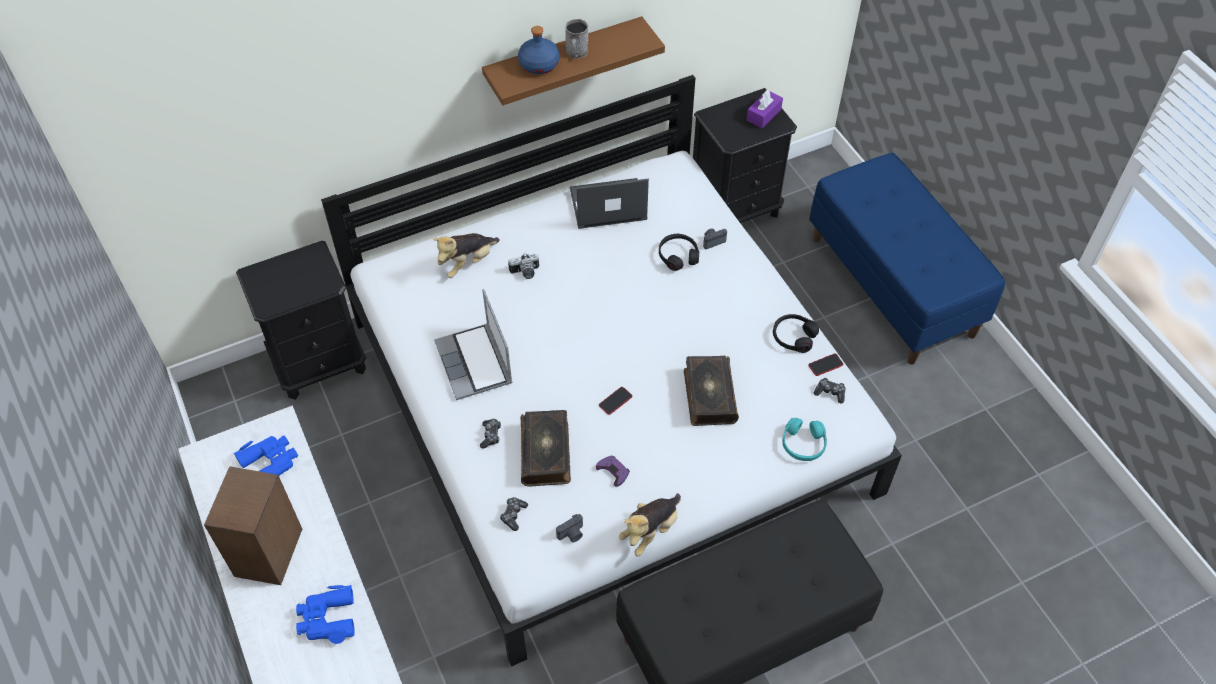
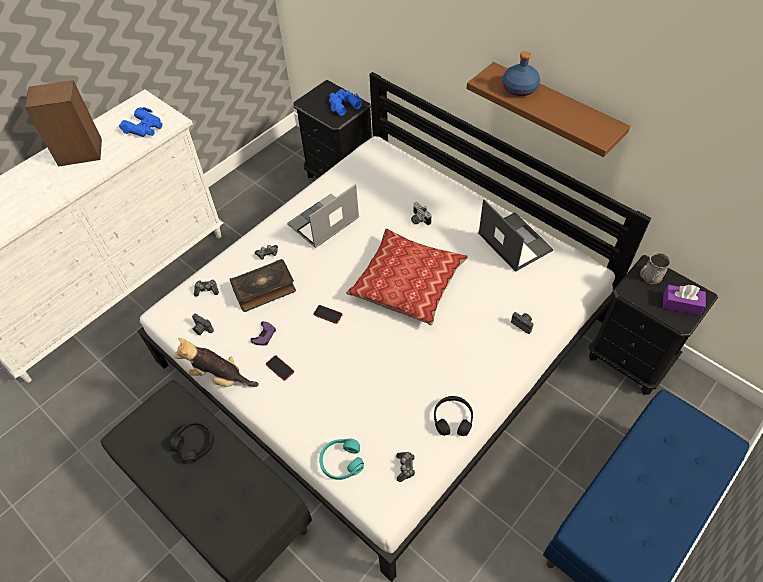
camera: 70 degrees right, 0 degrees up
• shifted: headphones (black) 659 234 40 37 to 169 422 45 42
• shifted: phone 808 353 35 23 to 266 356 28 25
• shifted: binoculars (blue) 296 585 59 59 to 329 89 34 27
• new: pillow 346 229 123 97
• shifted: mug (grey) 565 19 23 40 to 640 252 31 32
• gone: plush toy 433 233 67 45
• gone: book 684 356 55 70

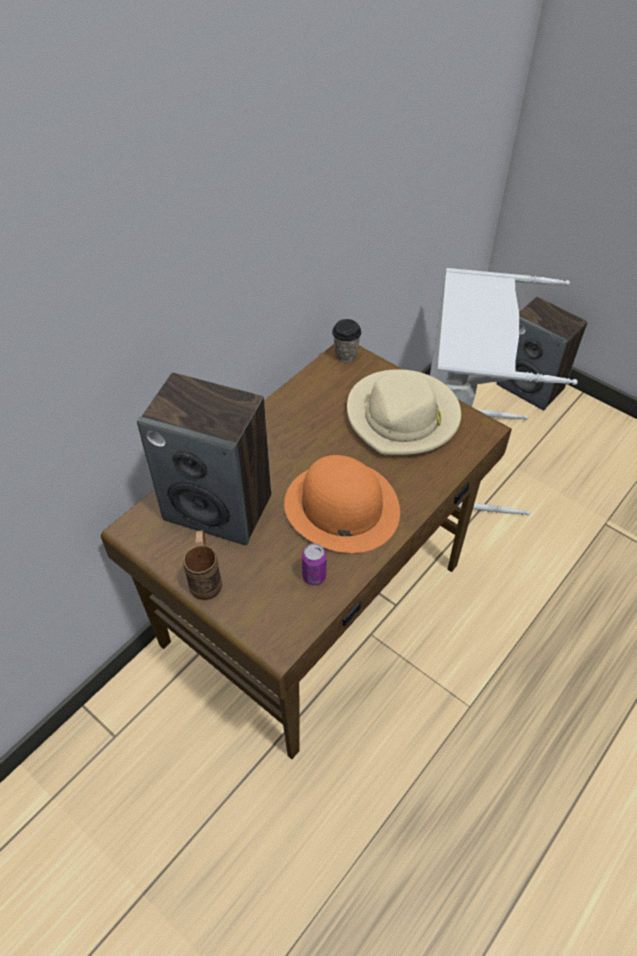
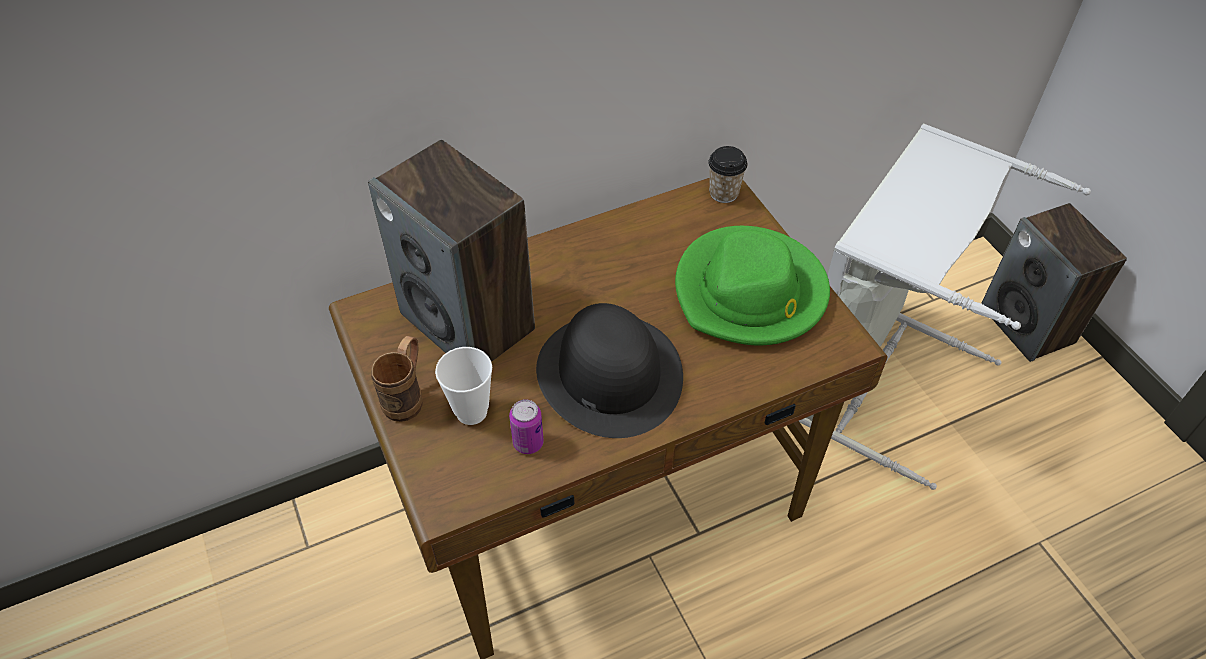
camera: 25 degrees right, 0 degrees up
• new: cup 435 347 57 78
• repainted: hat (orange) 284 455 116 98 to hat (black) 536 303 147 135
• repainted: hat (beige) 347 369 114 86 to hat (green) 675 226 155 119

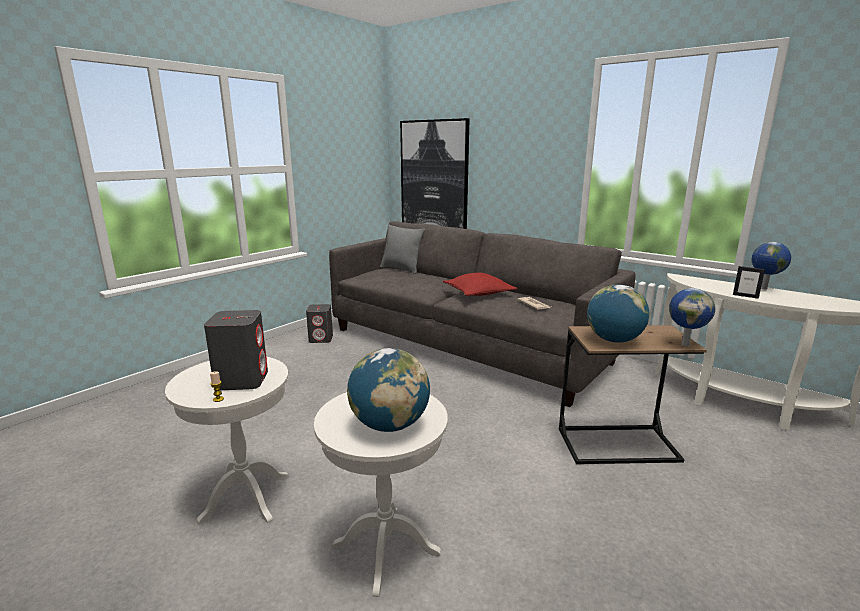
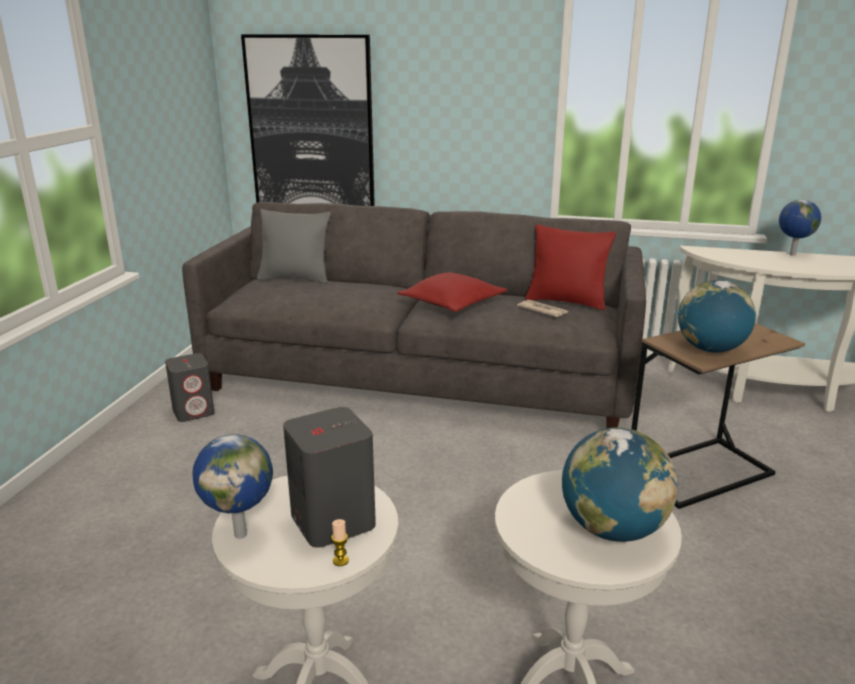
camera: 25 degrees left, 5 degrees up
• shifted: globe 669 288 46 58 to 192 434 81 105
• new: pillow (red) 525 224 91 86
• gone: picture frame 733 266 32 33

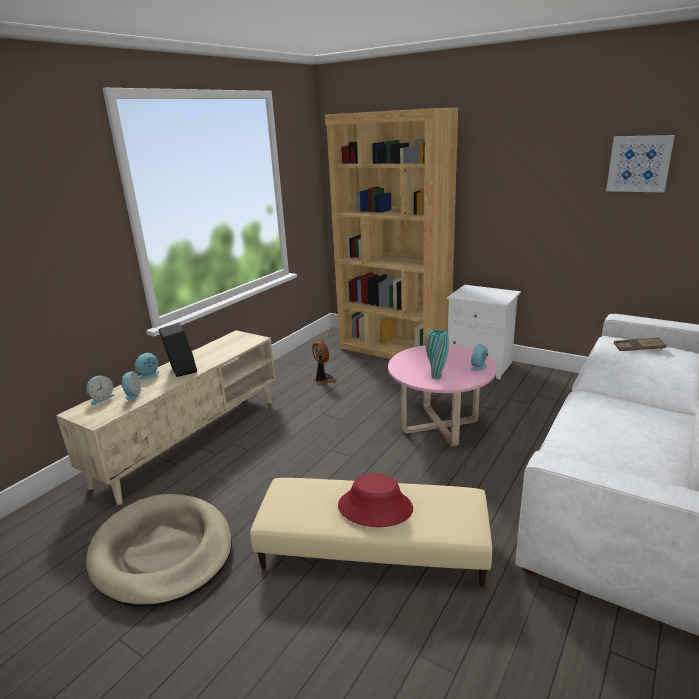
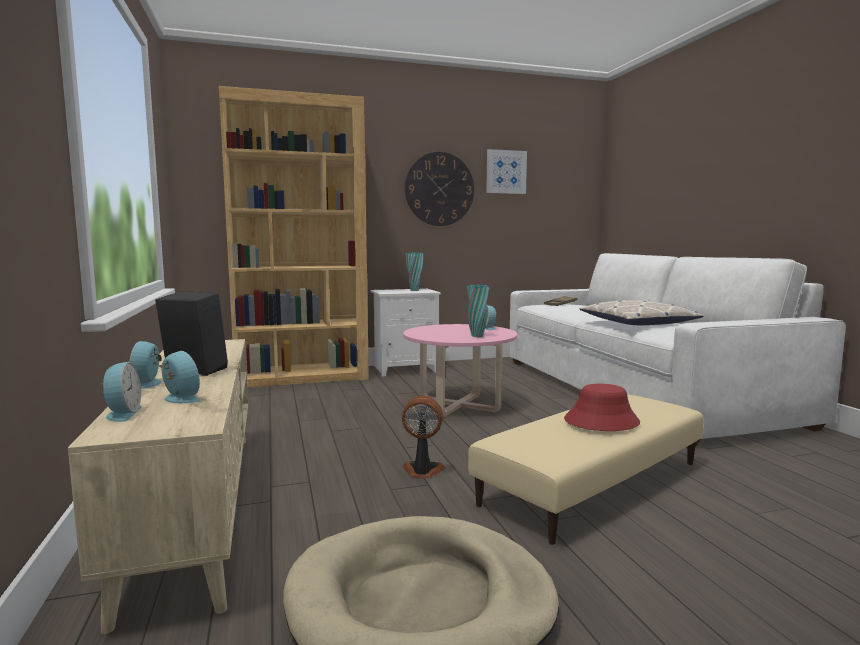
camera: 50 degrees left, 15 degrees down
• shifted: fan 312 341 25 42 to 402 396 44 82
• new: wall clock 405 152 69 74
• new: vase (turquoise) 406 253 17 38
• new: pillow 579 299 124 26

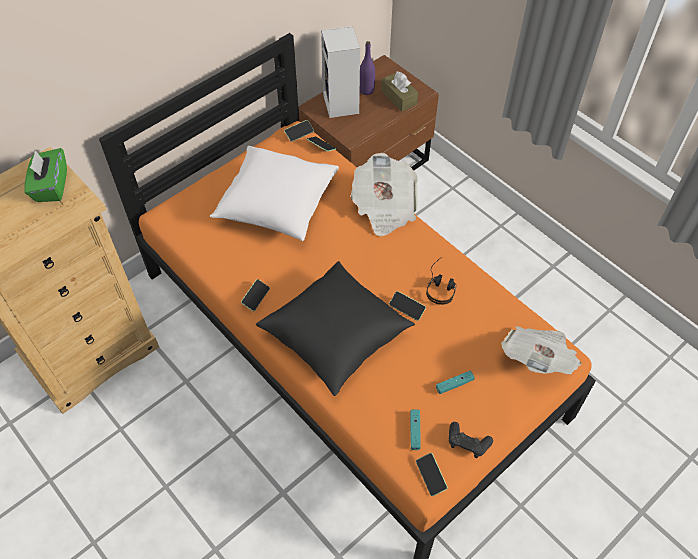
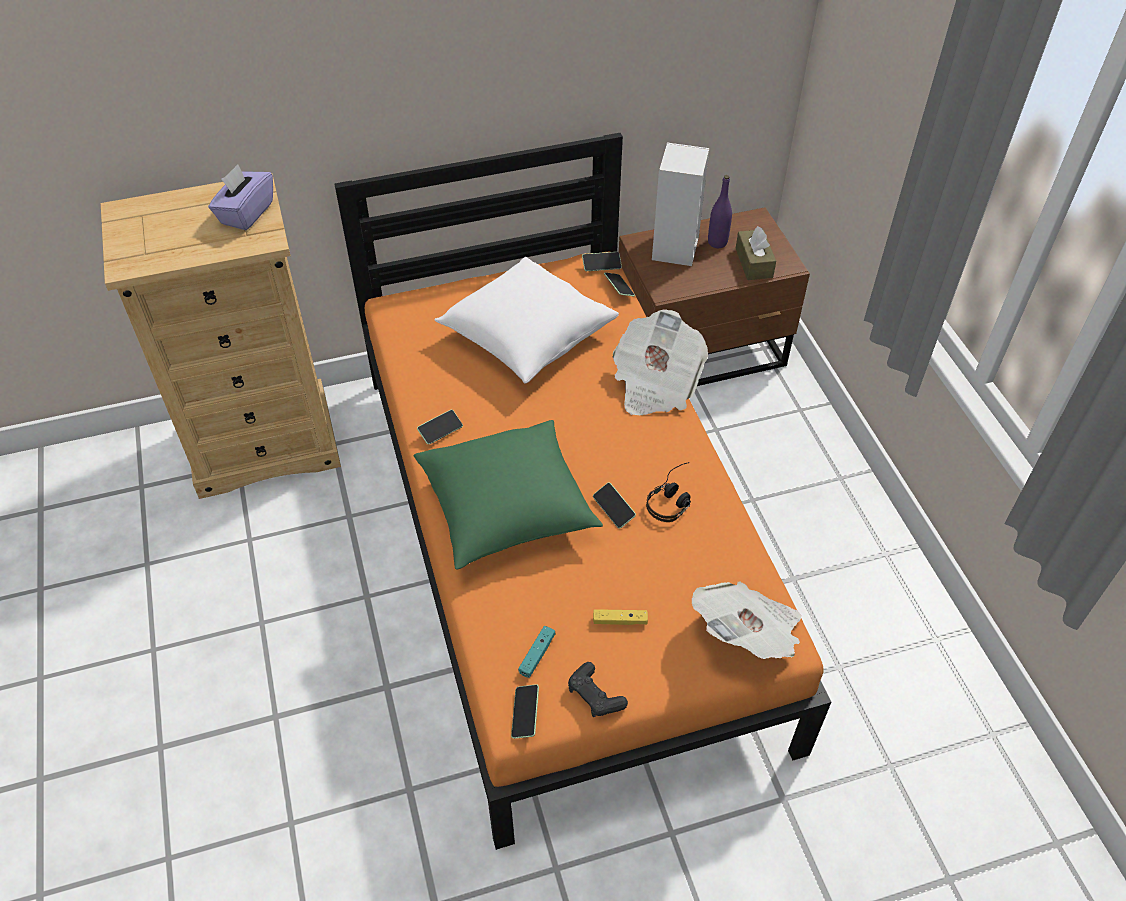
camera: 25 degrees right, 5 degrees down
• repainted: tissue box (green) 24 148 43 54 to tissue box (purple) 208 164 65 66
• repainted: pillow (black) 256 261 159 135 to pillow (green) 414 420 189 150
• repainted: game controller (turquoise) 436 371 39 23 to game controller (yellow) 593 609 55 16

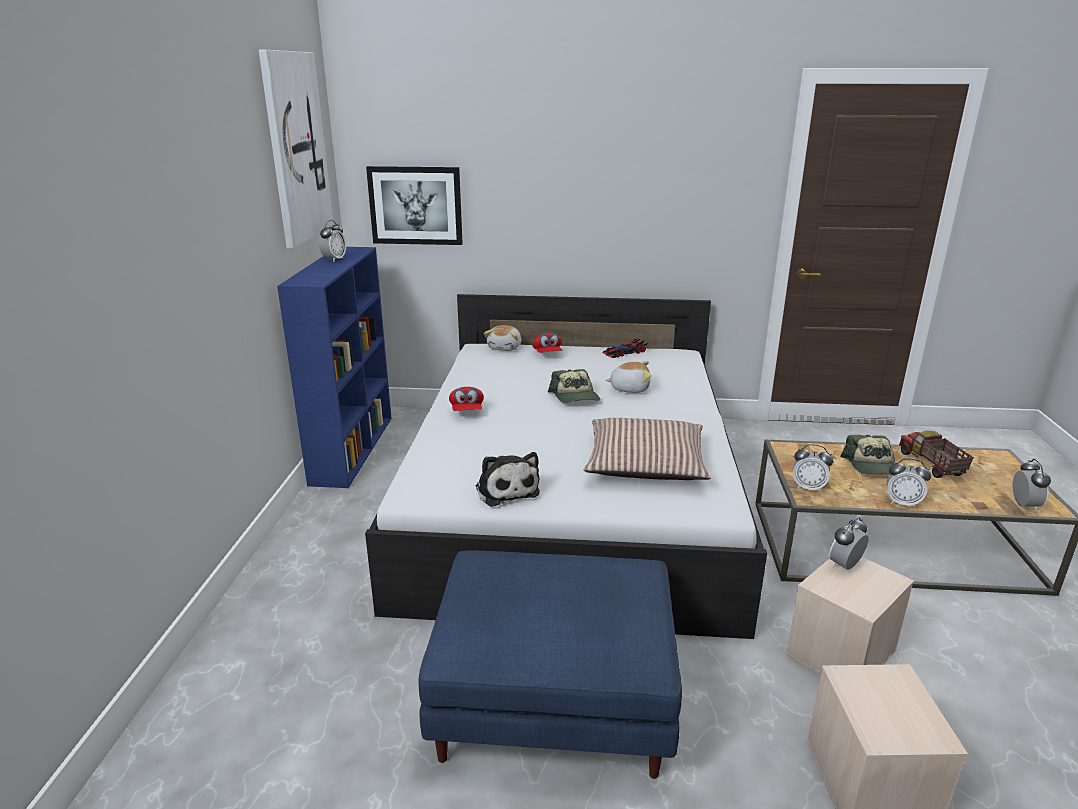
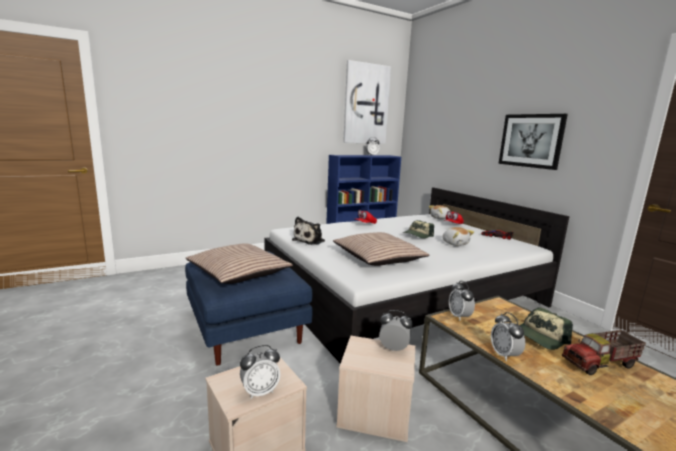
camera: 55 degrees right, 10 degrees down
• new: pillow 186 243 107 41
• shifted: alarm clock 1013 459 38 53 to 240 345 41 54
• shifted: picture 366 166 97 79 to 499 114 69 56
• rotated: toy truck 899 431 75 47 = 562 330 84 45 150 degrees counterclockwise

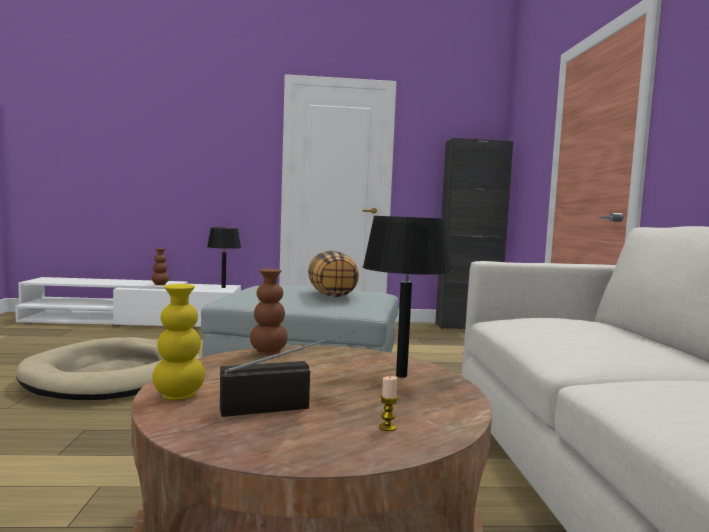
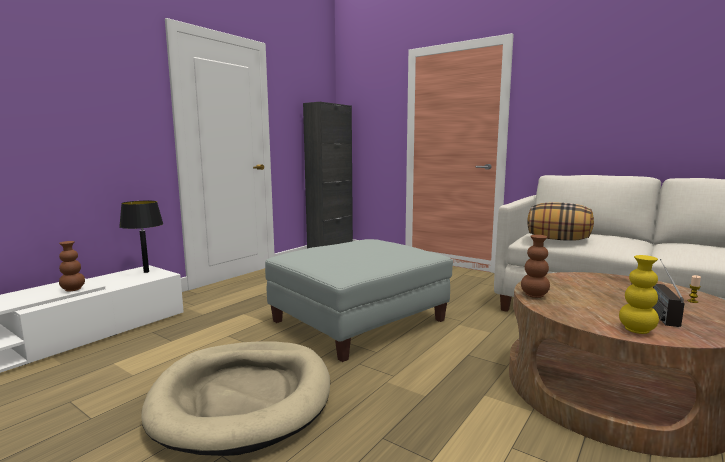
camera: 50 degrees left, 5 degrees up
• shifted: pillow 308 250 51 47 to 527 202 67 39
• gone: table lamp (black) 363 216 89 162

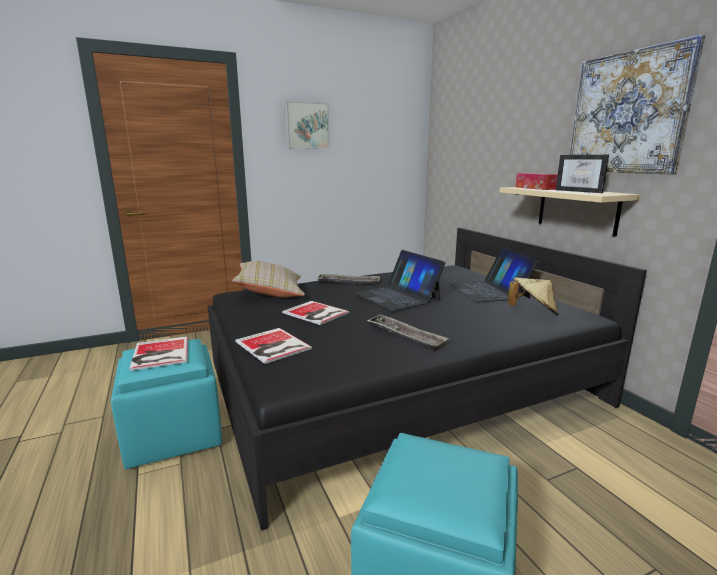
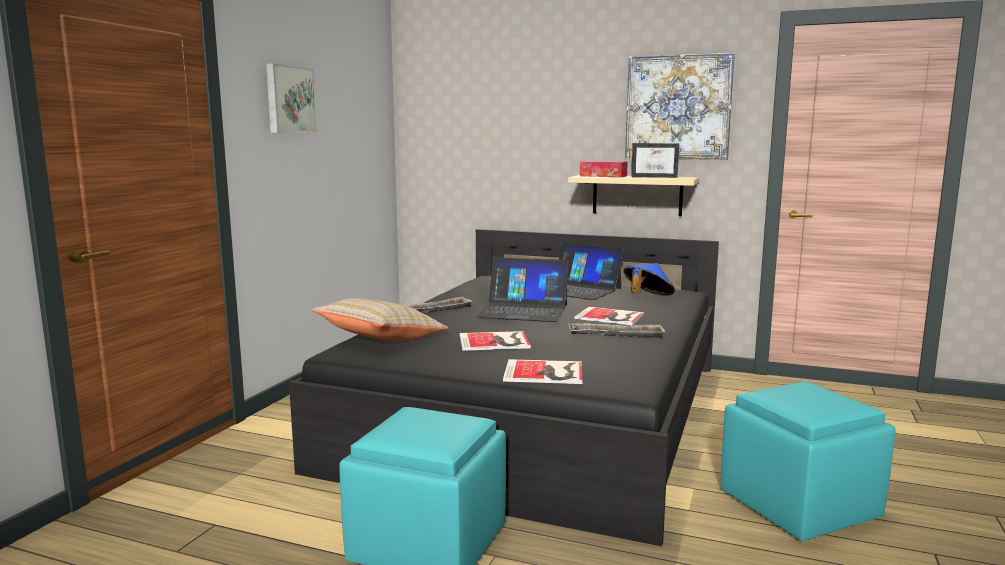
camera: 45 degrees left, 5 degrees down
• shifted: book 129 336 59 35 to 574 307 70 18
• repainted: hat (beige) 507 277 52 39 to hat (blue) 623 263 52 32

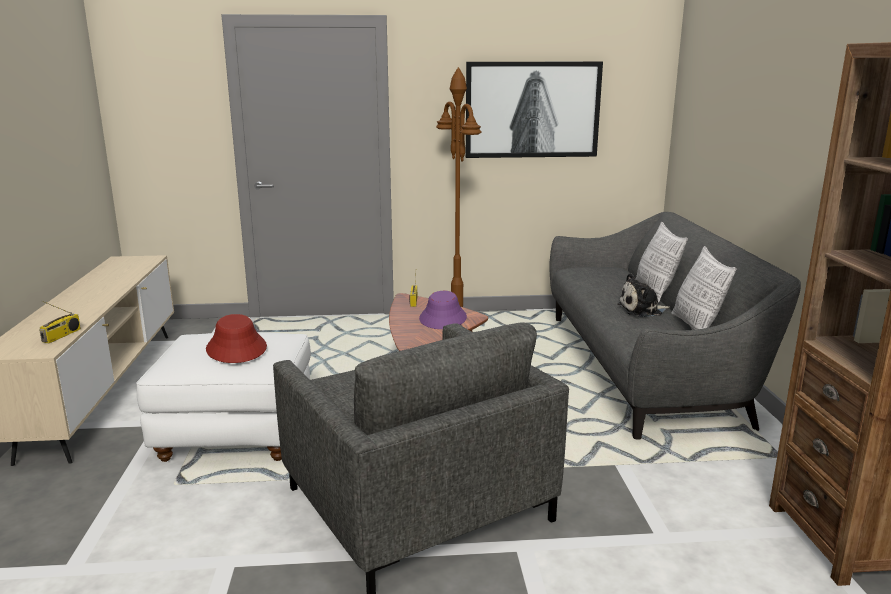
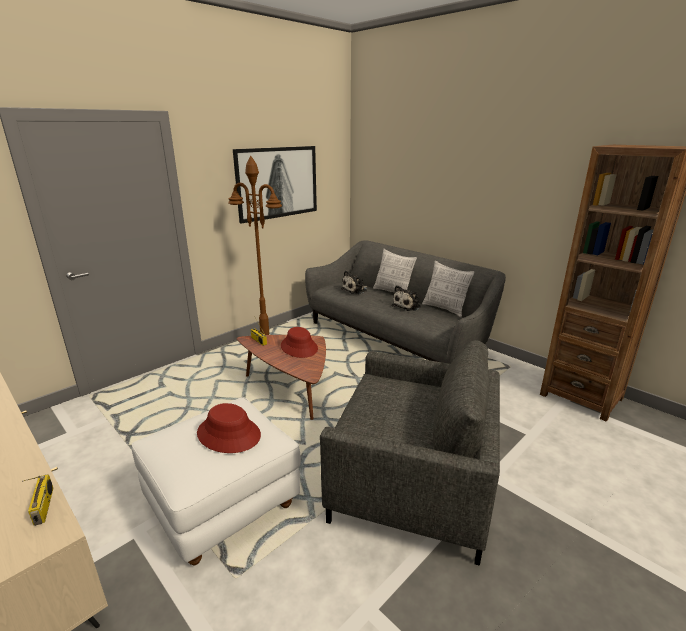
camera: 40 degrees left, 5 degrees up
• repainted: hat (purple) 419 291 48 38 to hat (red) 281 327 37 31
• new: plush toy 341 270 27 24

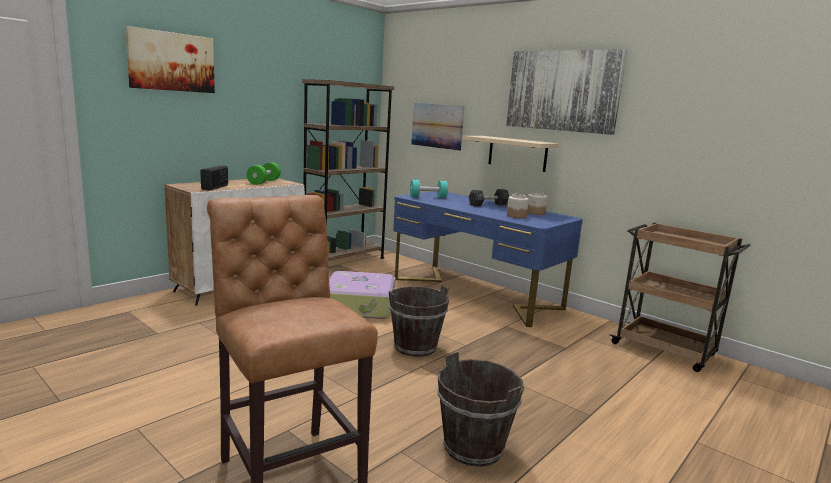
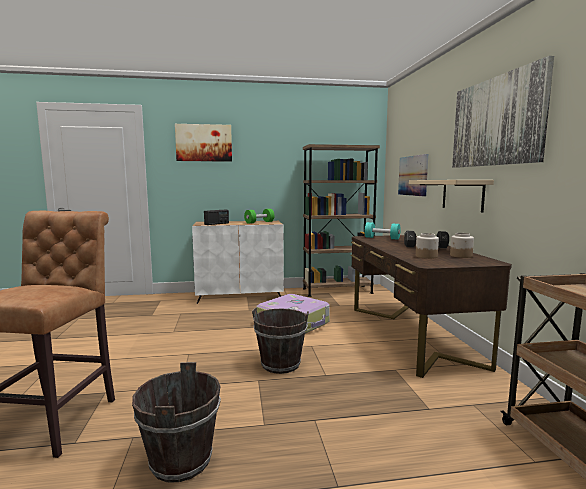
camera: 40 degrees right, 5 degrees down
• repainted: desk (blue) 393 191 190 136 to desk (brown) 351 235 161 143

